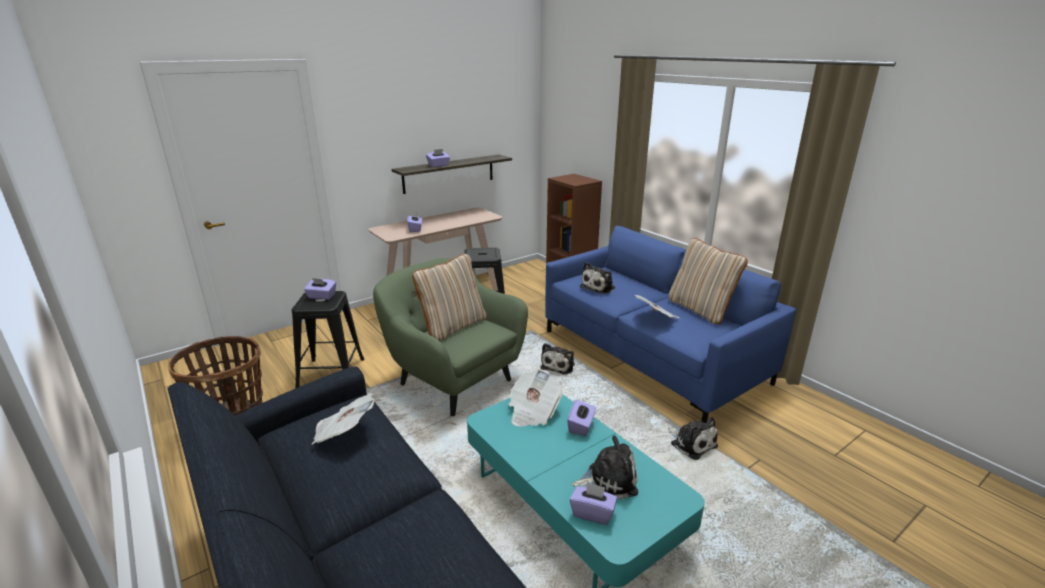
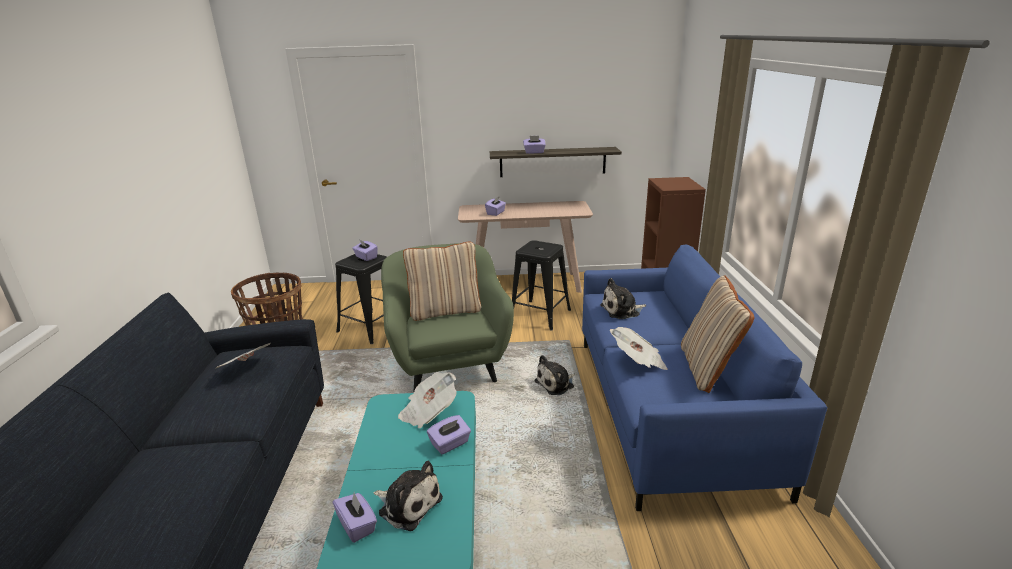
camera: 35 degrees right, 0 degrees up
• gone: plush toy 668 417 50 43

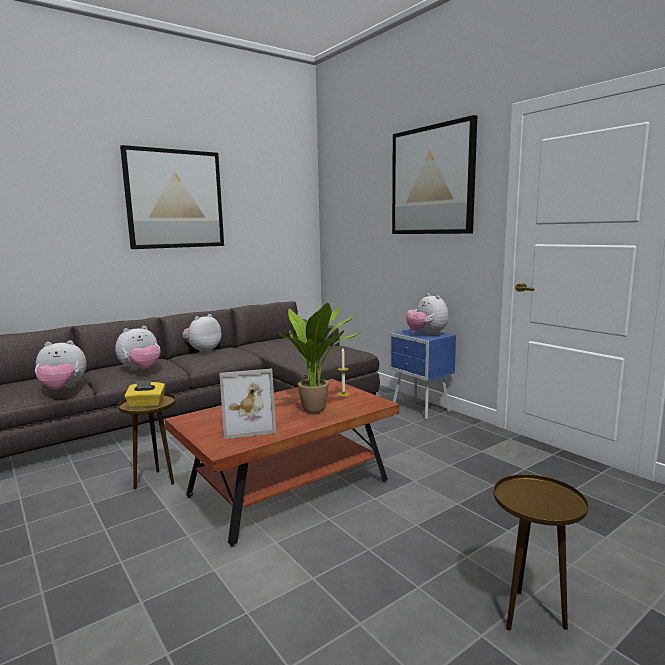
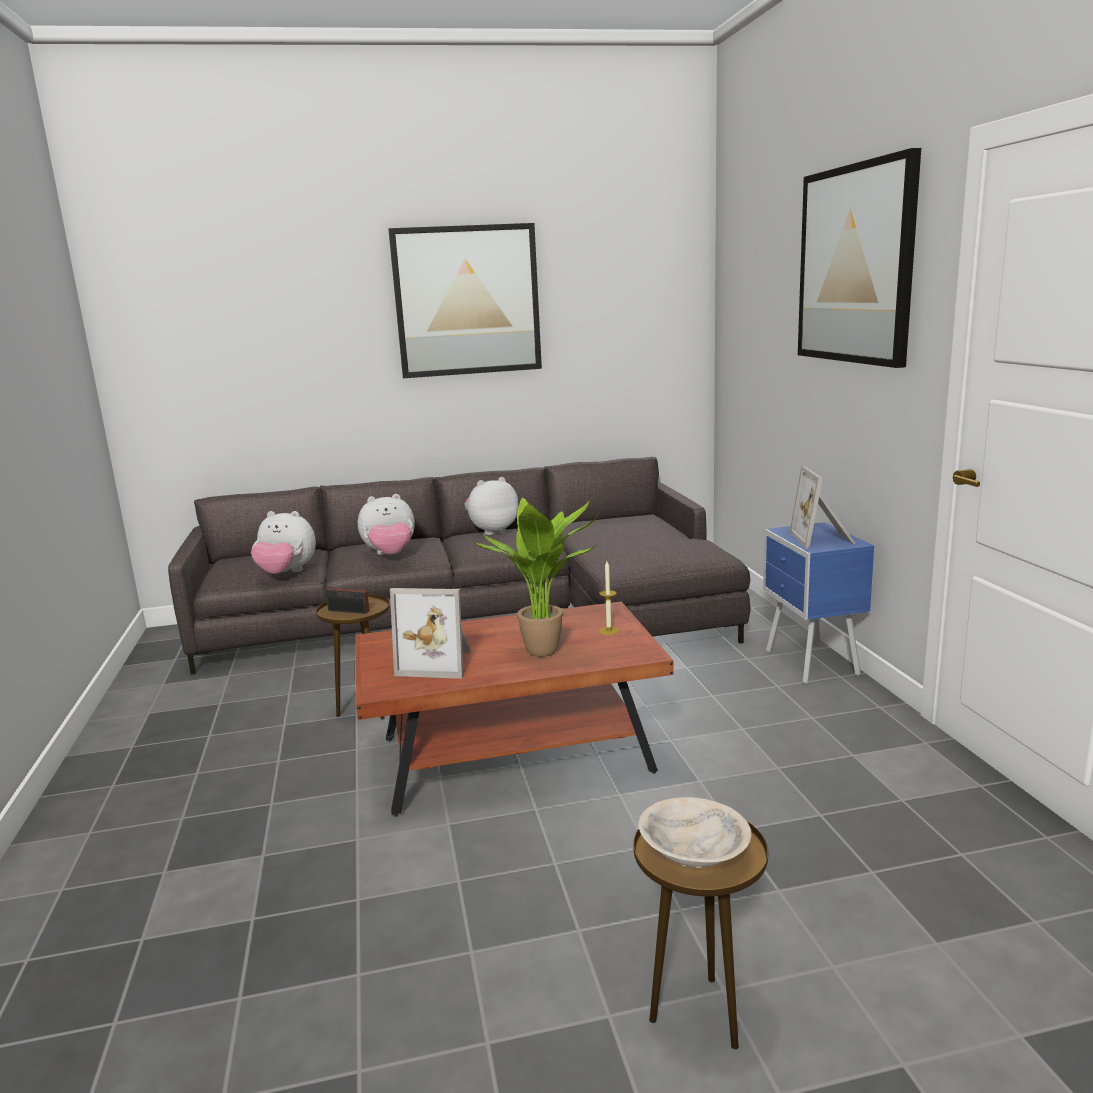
camera: 25 degrees right, 5 degrees up
• swapped: tissue box (yellow) 124 380 41 28 to radio 326 575 43 39
• new: bowl (beige) 638 797 113 71
• swapped: plush toy 406 293 43 42 to picture frame 789 466 67 82

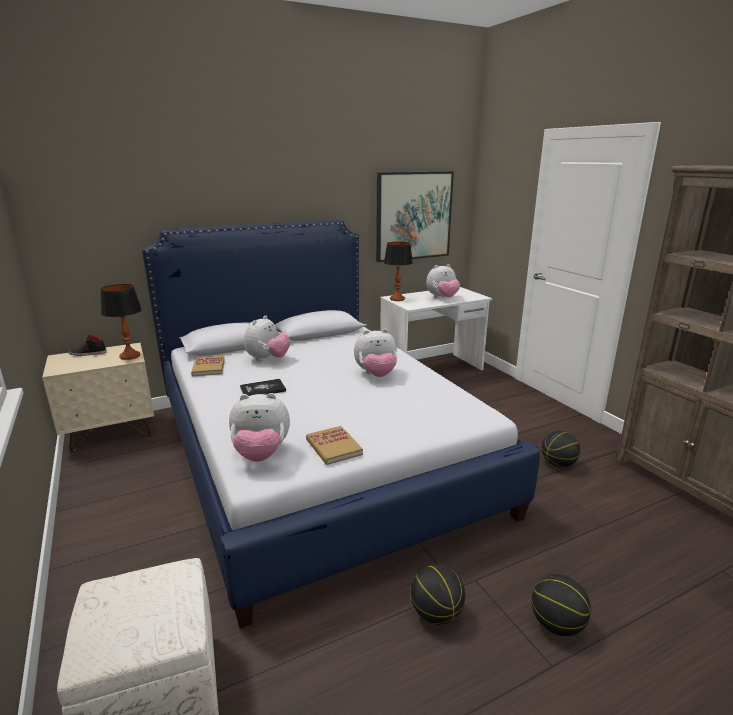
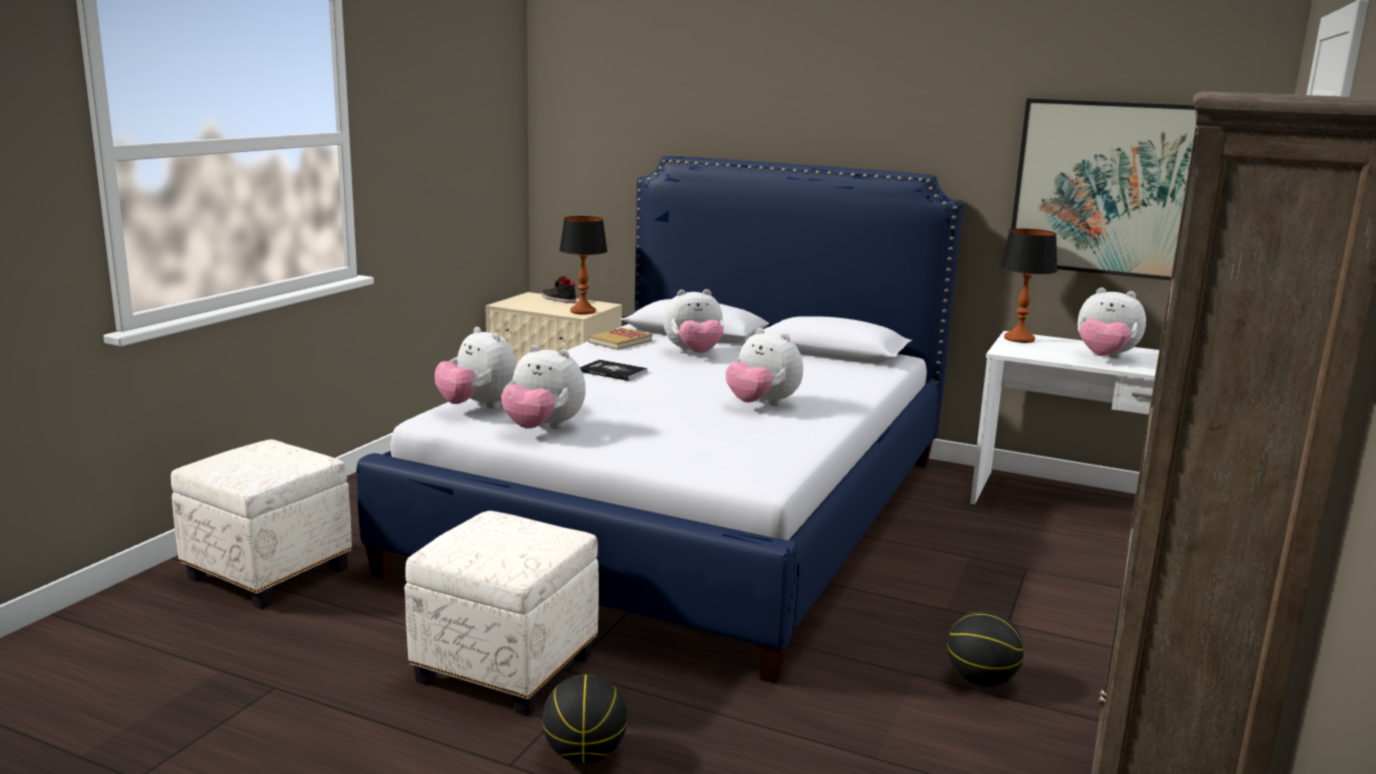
camera: 50 degrees right, 5 degrees down
• swapped: basketball 411 565 54 60 to ottoman (white) 404 511 195 205
• swapped: book 306 426 57 39 to plush toy 501 345 85 84

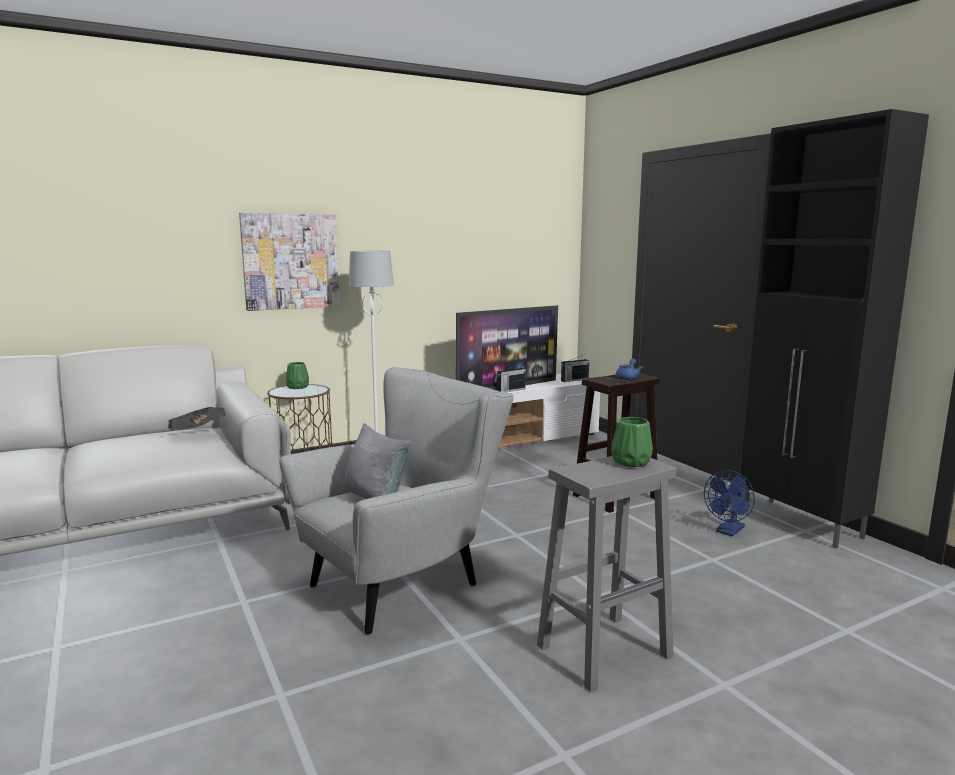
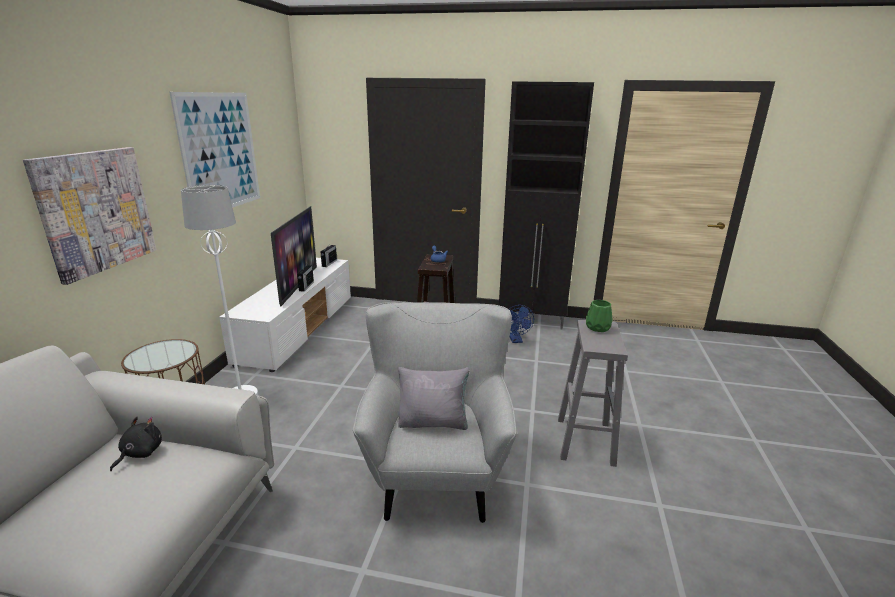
camera: 50 degrees left, 10 degrees up
• swapped: newspaper 168 407 57 23 to plush toy (black) 110 417 52 54
• new: picture 169 92 91 116
• gone: vase (green) 286 362 23 27

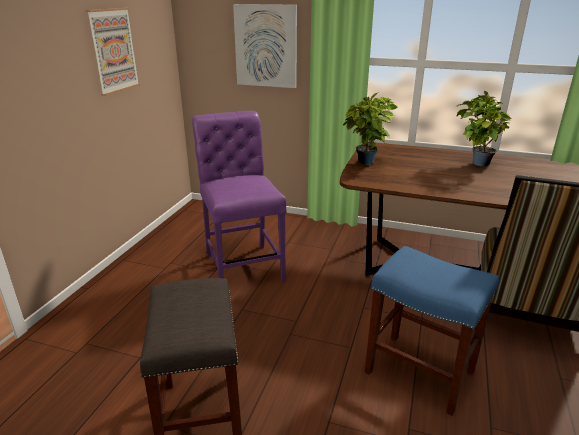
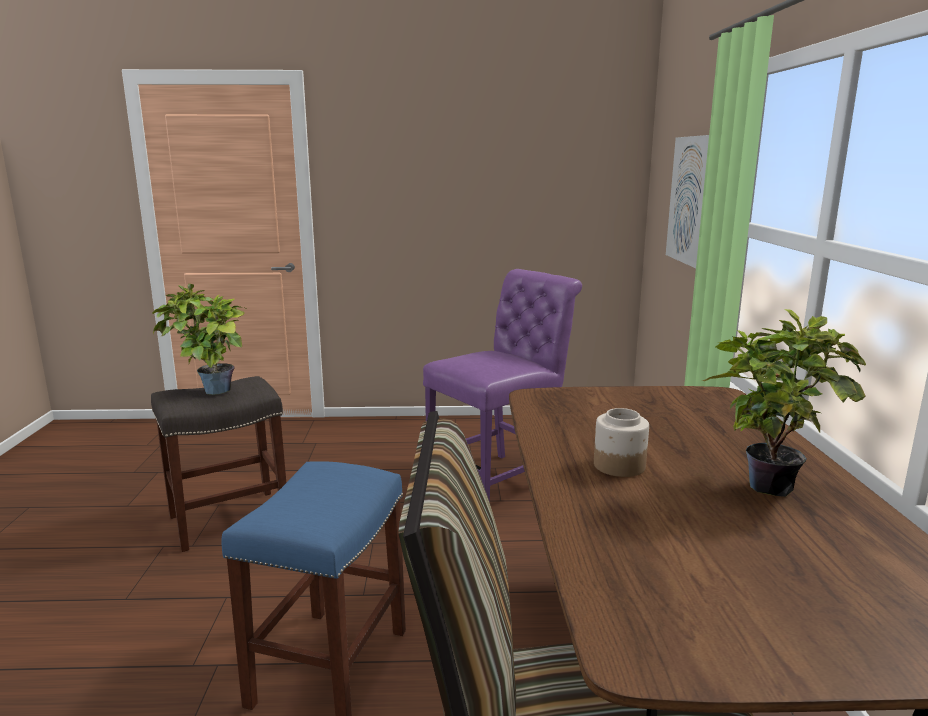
camera: 70 degrees right, 10 degrees down
• shifted: potted plant 343 93 54 72 to 152 284 93 111
• new: jar 594 408 55 69
• gone: picture 86 8 54 88

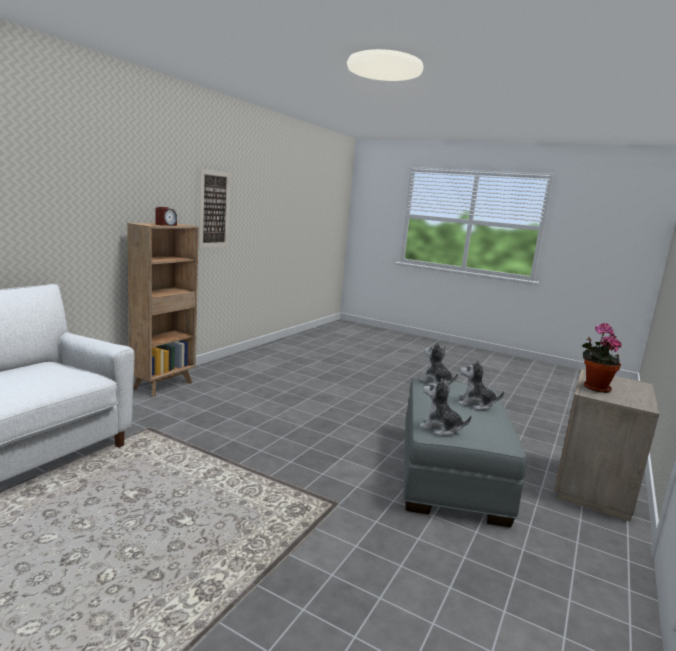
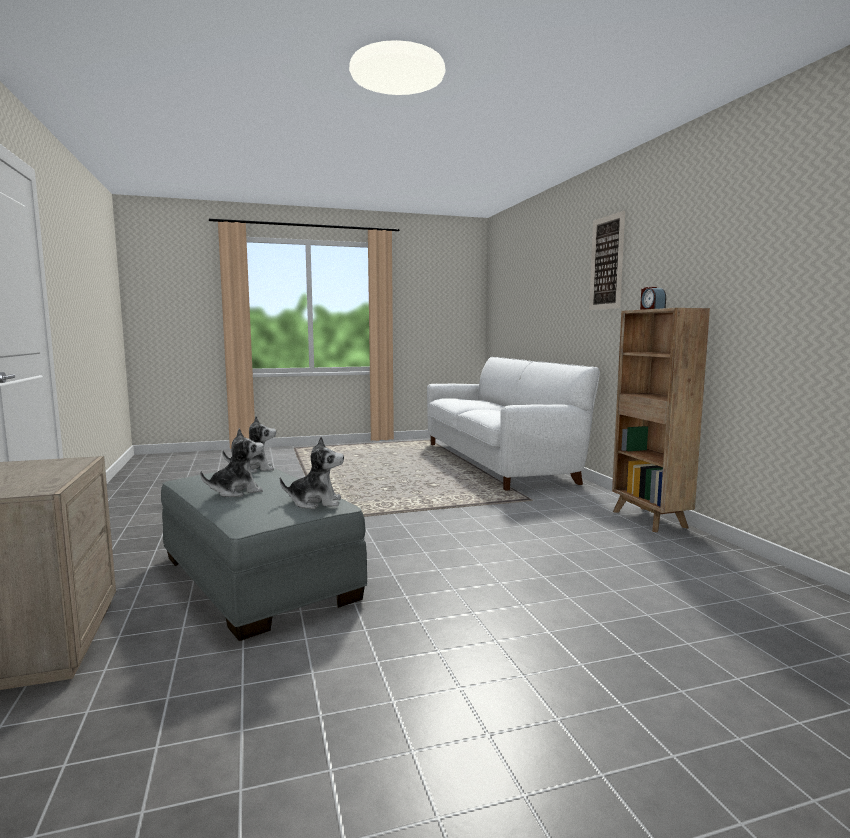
camera: 135 degrees right, 5 degrees down
• shifted: picture 199 169 31 79 to 589 211 36 99
• gone: potted plant 582 323 40 70

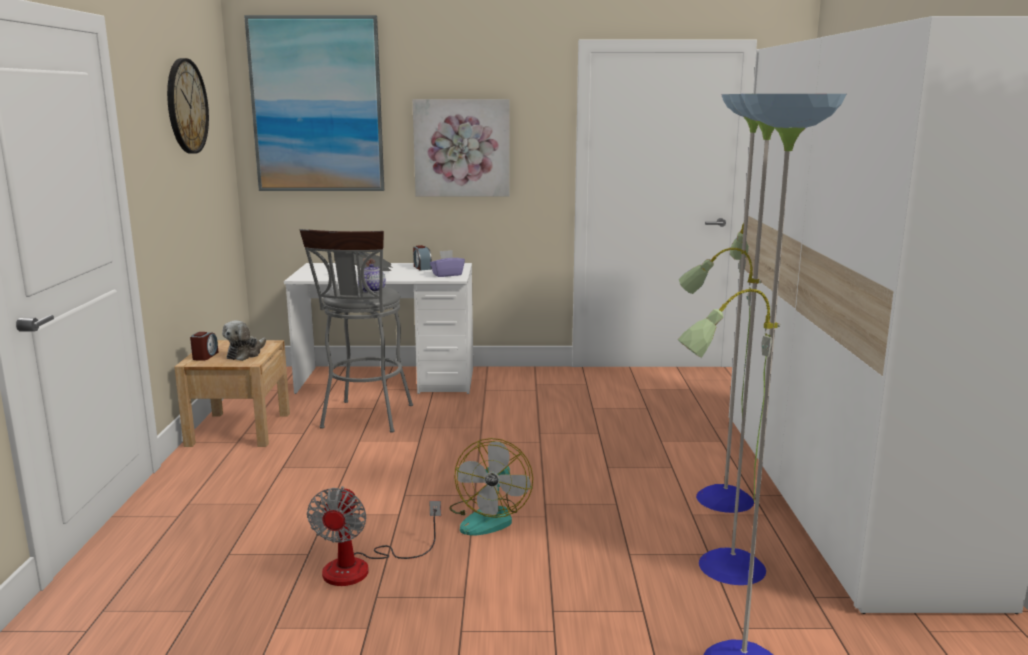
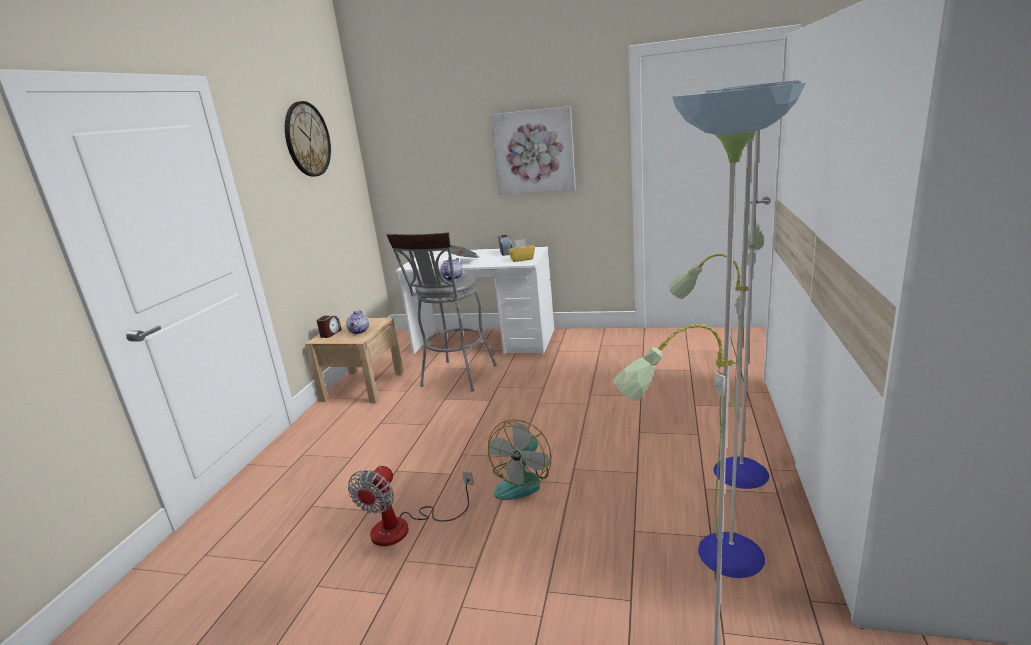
camera: 15 degrees right, 5 degrees up
• swapped: plush toy 222 320 44 41 to teapot 346 310 23 24
• repainted: tissue box (purple) 430 250 35 27 to tissue box (yellow) 508 239 27 23
• gone: picture 244 15 140 176

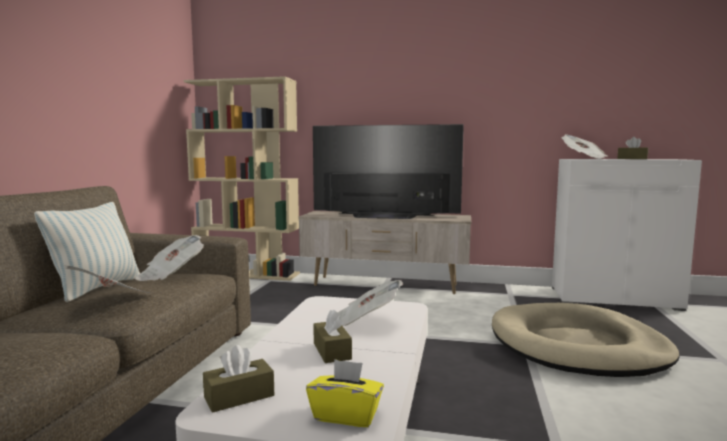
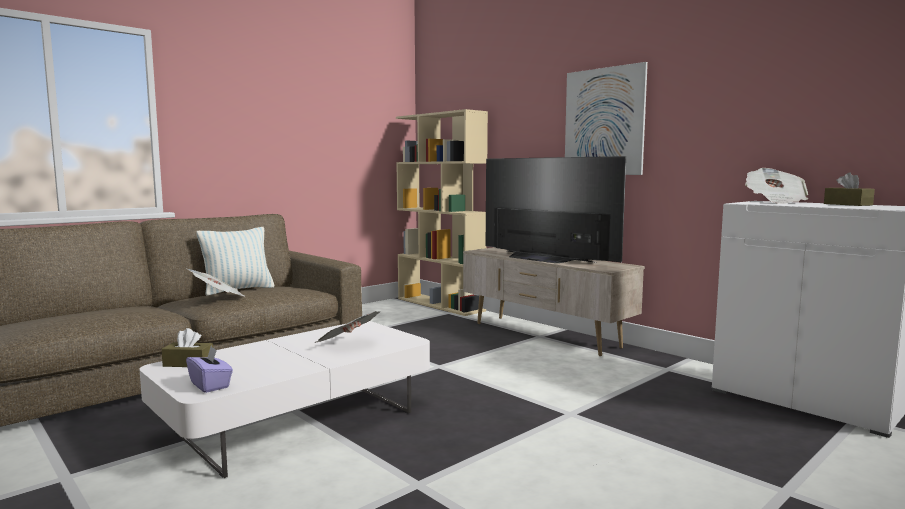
camera: 35 degrees right, 0 degrees up
• repainted: tissue box (yellow) 306 359 78 68 to tissue box (purple) 186 346 47 47
• new: picture 565 62 83 113
• gone: newspaper 135 235 69 46
• gone: tissue box (brown) 313 309 39 54
• gone: dog bed (beige) 492 303 188 74

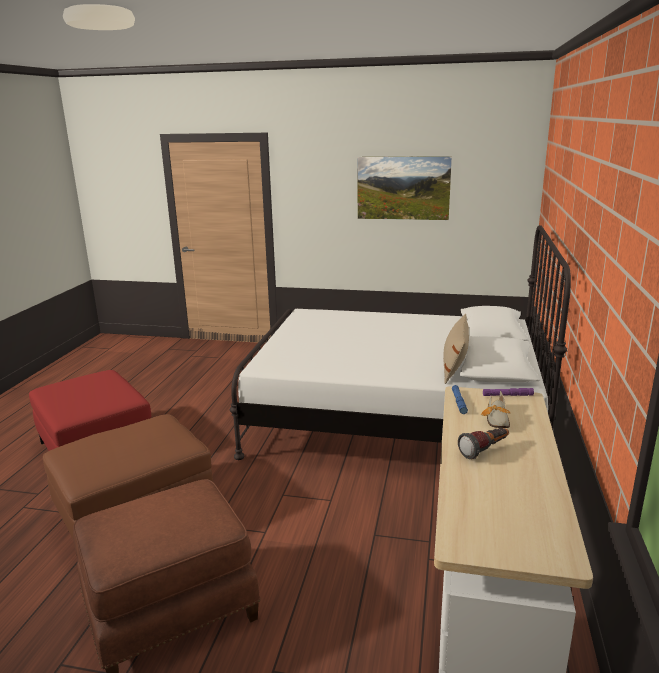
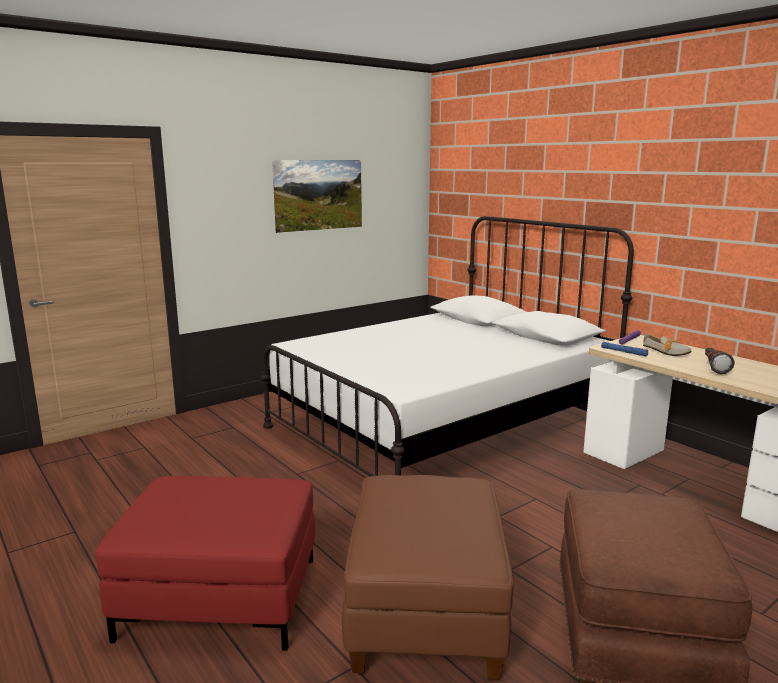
camera: 50 degrees left, 5 degrees down
• gone: pillow (beige) 443 314 26 70

